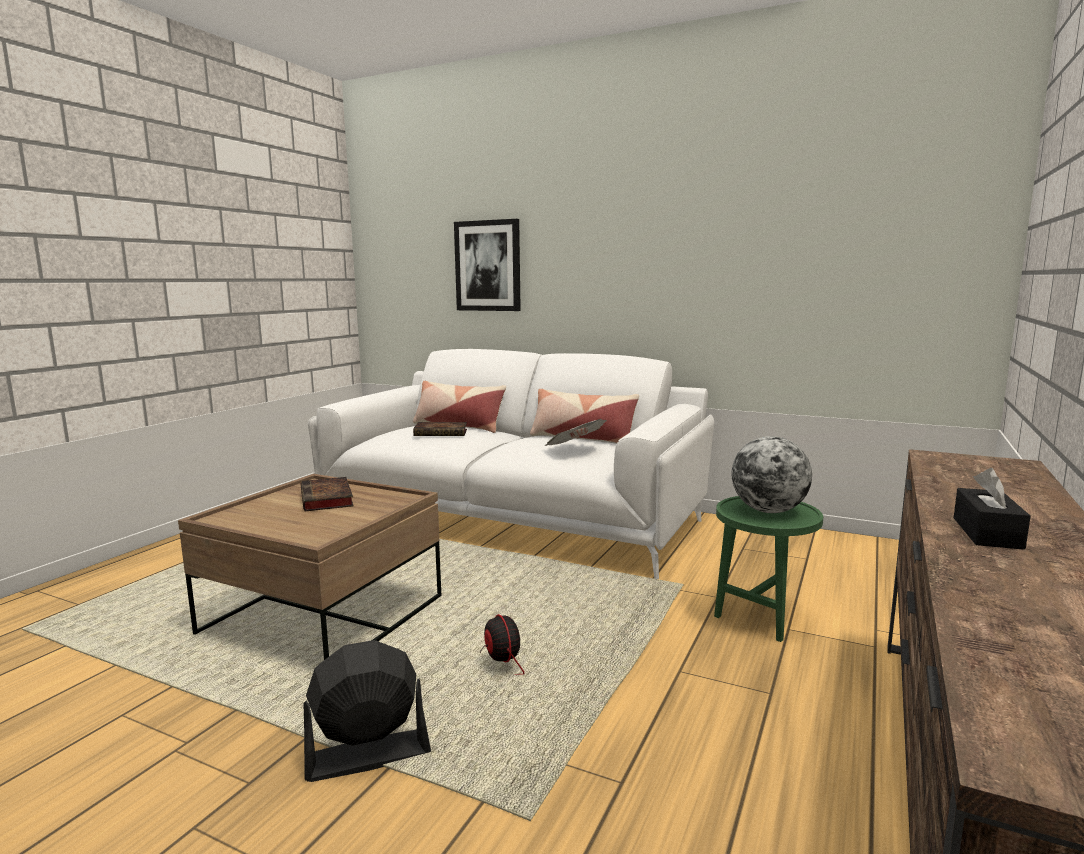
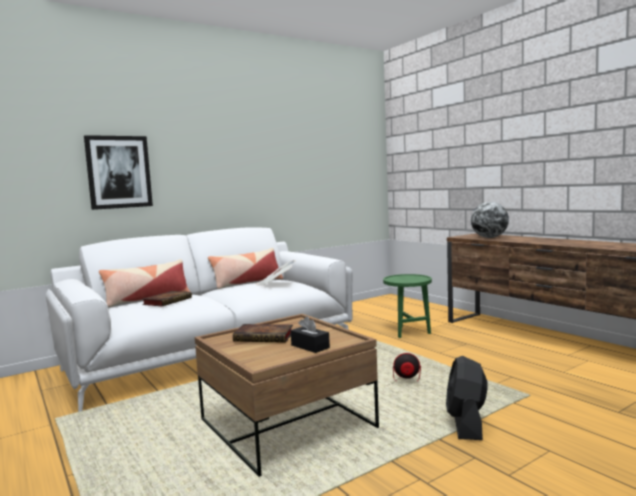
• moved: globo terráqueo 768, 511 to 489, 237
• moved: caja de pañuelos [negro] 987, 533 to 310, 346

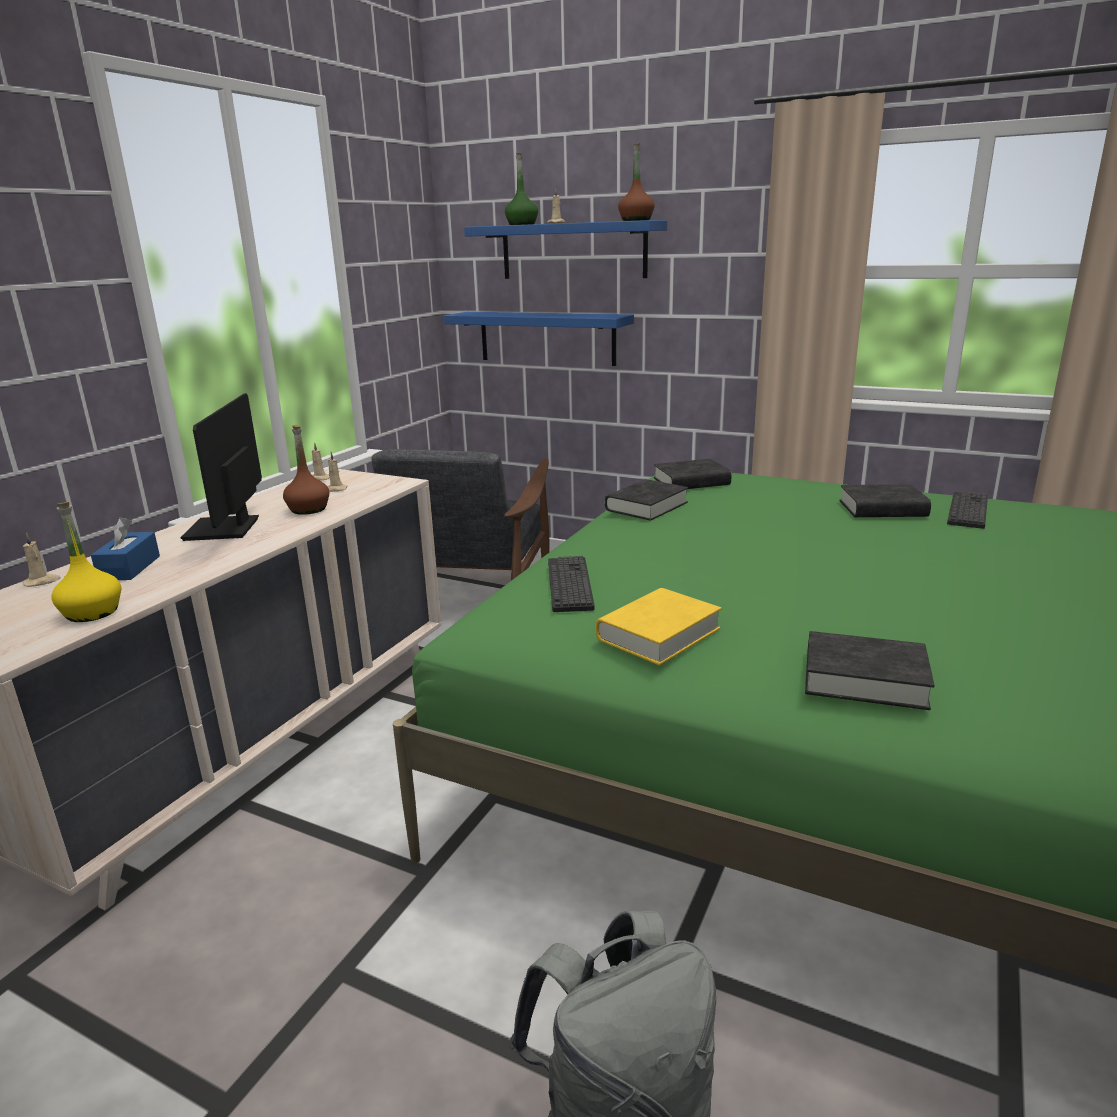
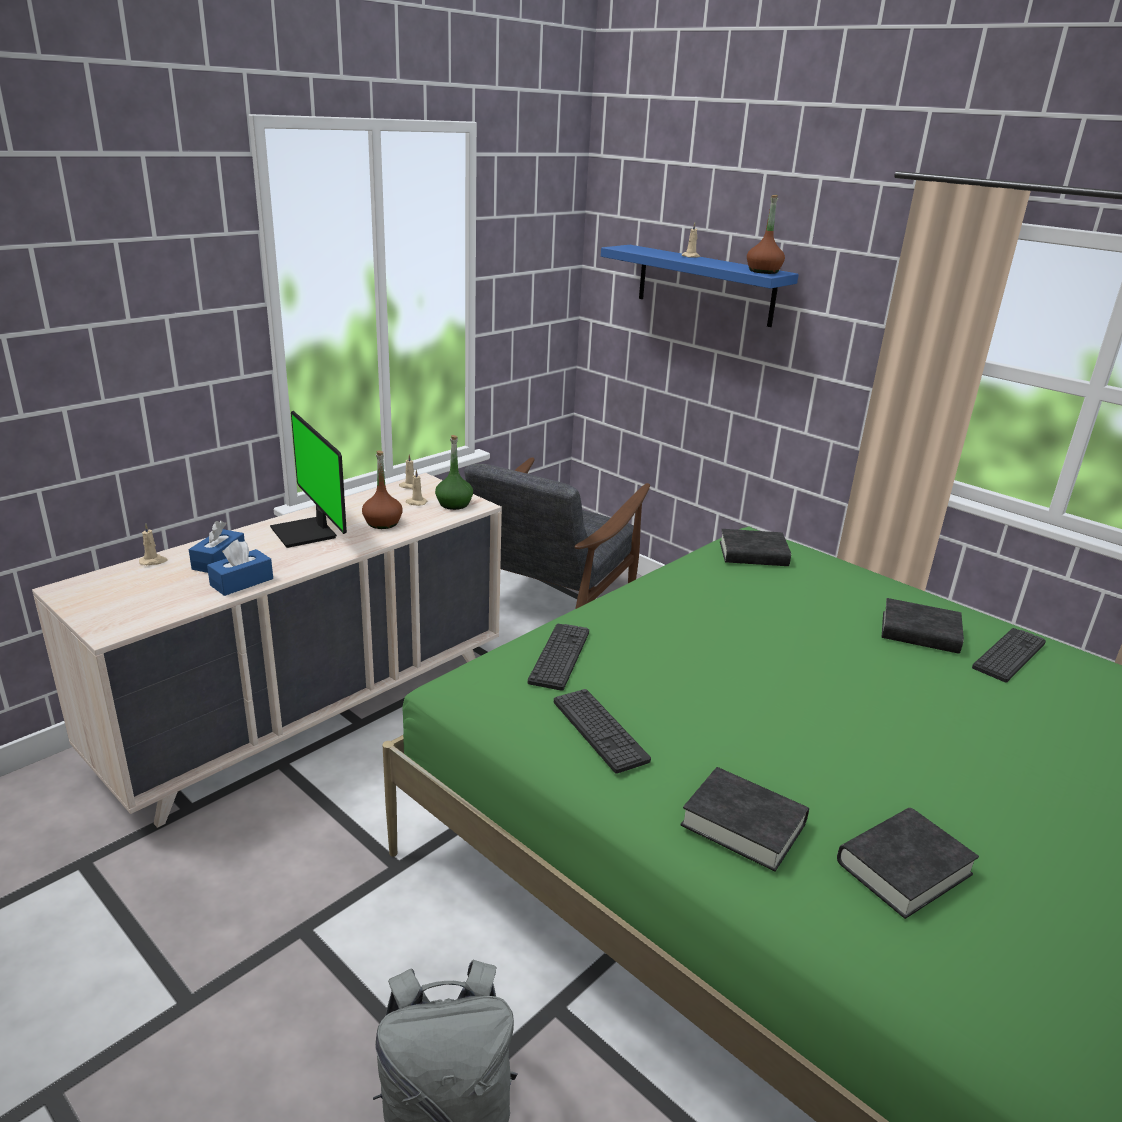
• moved: botella [verde] 522, 224 to 454, 504
• removed: estante [azul] 546, 338
• turned: monitor 225, 529 = 307, 533 45 degrees counterclockwise
• moved: libro [negro] 646, 506 to 903, 868
• removed: botella [amarillo] 92, 612
• replaced: libro [amarillo] 658, 634 to teclado 599, 730
• added: caja de pañuelos [azul] 242, 582

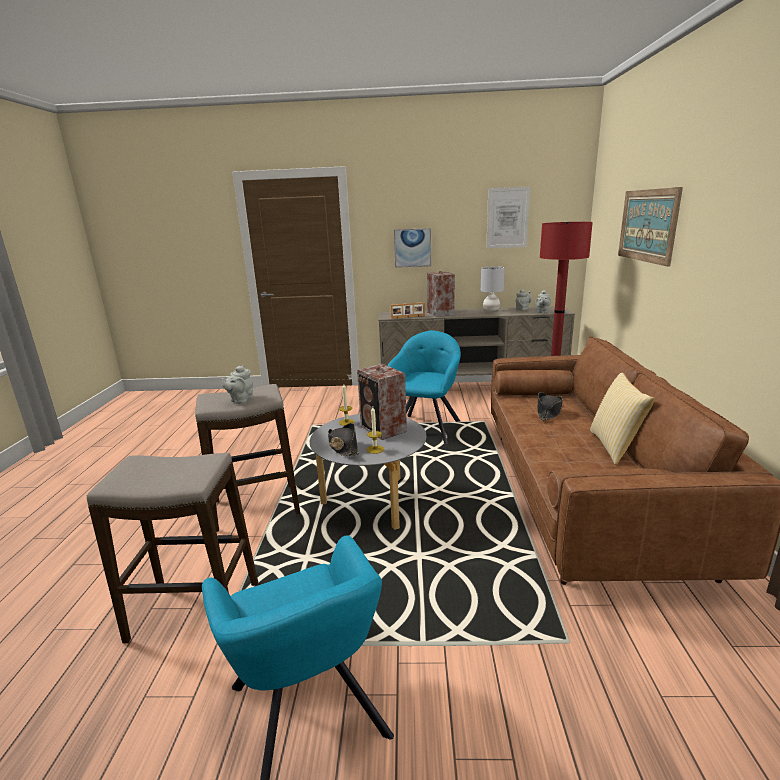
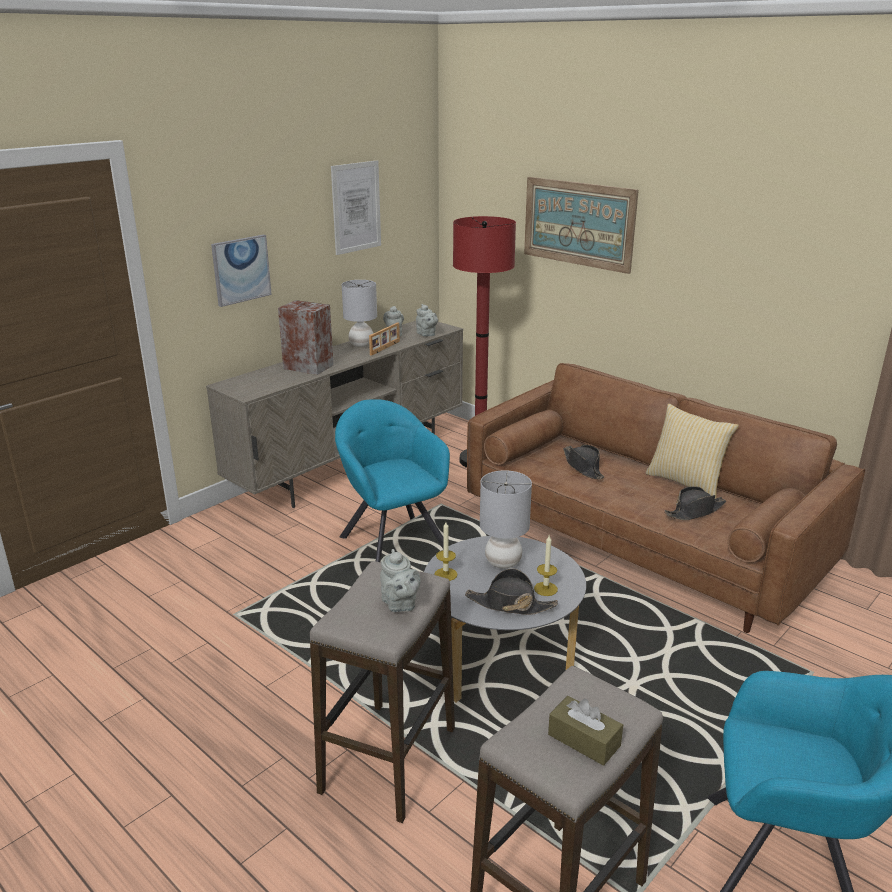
• moved: portarretratos 408, 317 to 385, 348
• replaced: altavoz 383, 429 to lámpara de mesa [gris] 503, 562
• added: sombrero [negro] 695, 511
• added: caja de pañuelos [marrón] 584, 740

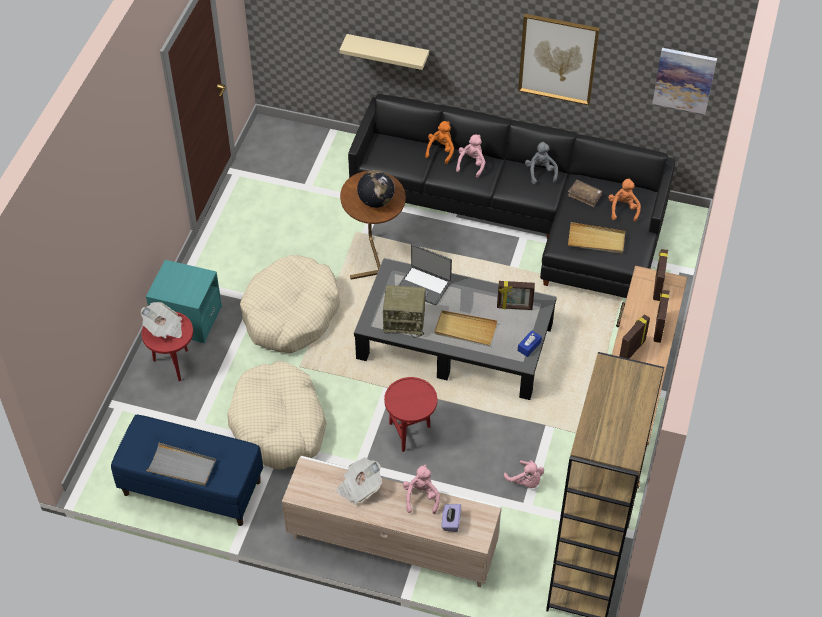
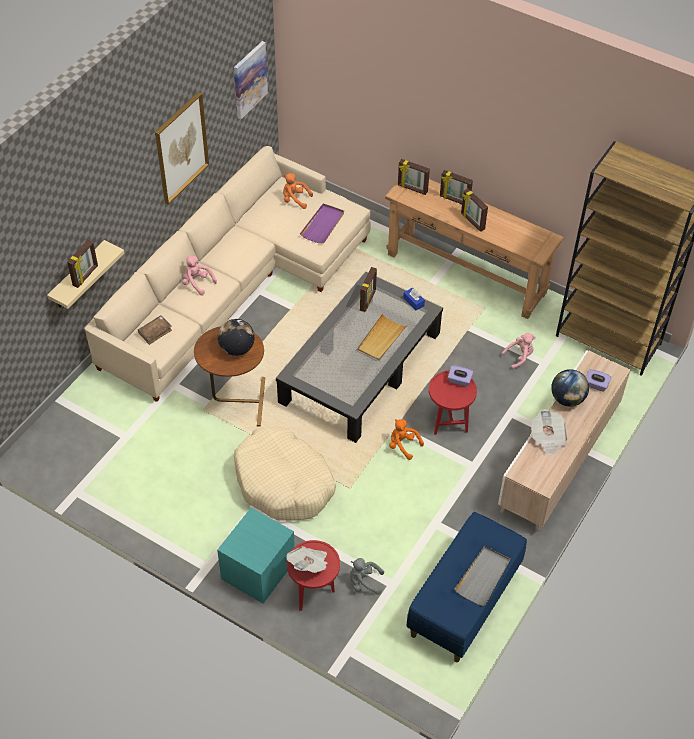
• recoloured: sofá [negro] 523, 214 to sofá [beis] 234, 285
• moved: peluche [naranja] 441, 150 to 403, 445
• moved: peluche [gris] 540, 172 to 364, 582
• moved: libro [marrón] 584, 196 to 155, 332
• recoloured: bandeja [beis] 596, 240 to bandeja [morado] 323, 225
• removed: portátil 424, 285
• removed: radio 405, 321
• removed: cama para perro [beis] 278, 424
• replaced: peluche [rosa] 421, 497 to globo terráqueo 567, 399
• added: portarretratos 86, 276
• added: caja de pañuelos [morado] 459, 380

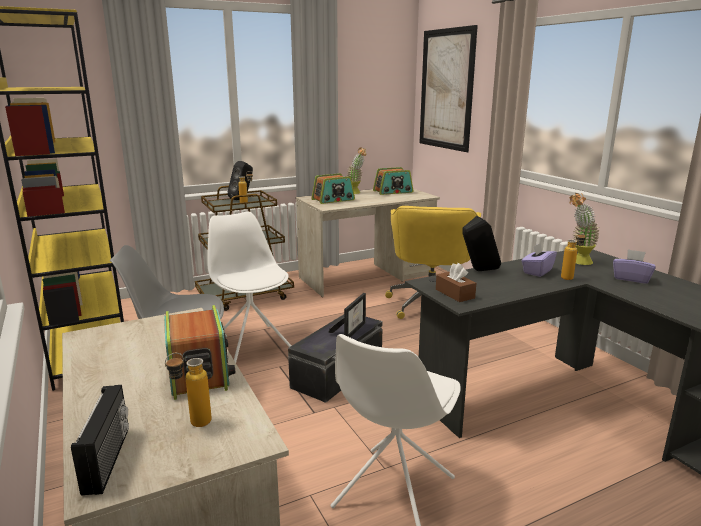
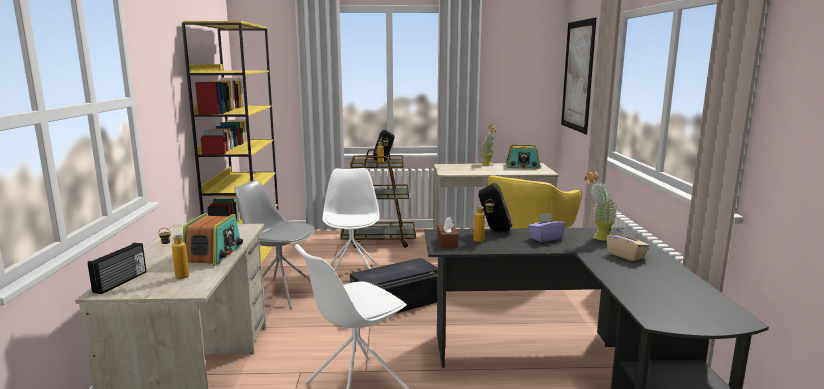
• removed: radio 333, 200
• moved: botella 570, 277 to 483, 240
• recoloured: caja de pañuelos [morado] 631, 278 to caja de pañuelos [beis] 626, 256
• removed: portarretratos 351, 330

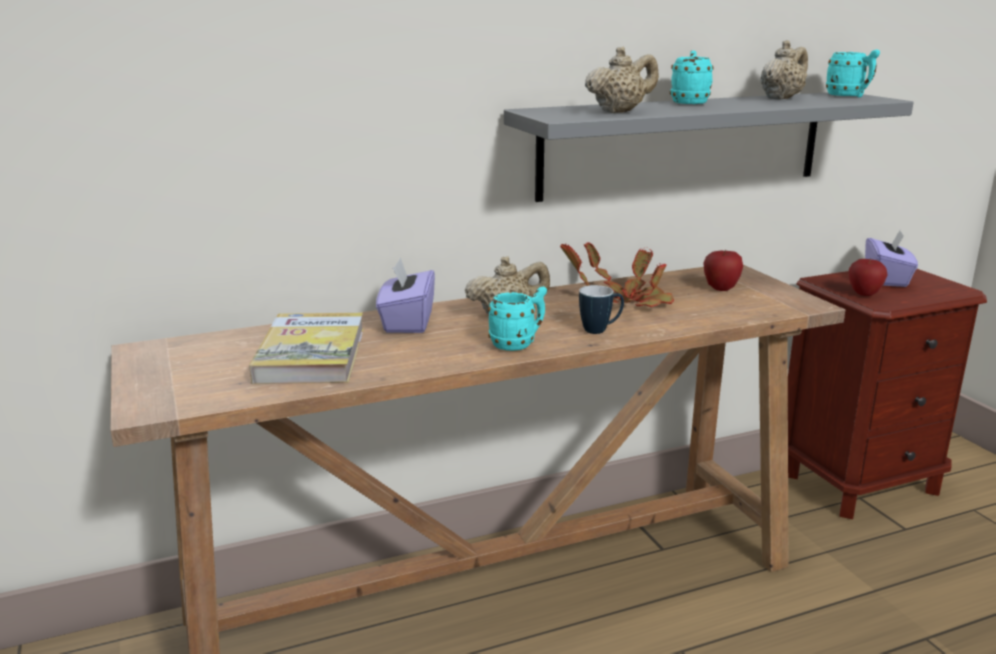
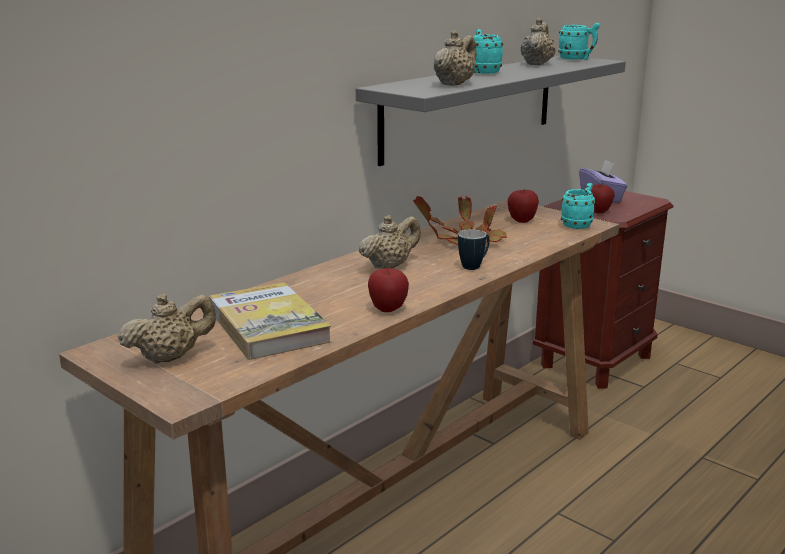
• removed: caja de pañuelos [morado] 407, 322
• moved: taza grande [turquesa] 518, 344 to 578, 225
• added: manzana 388, 309
• added: tetera [beis] 171, 357

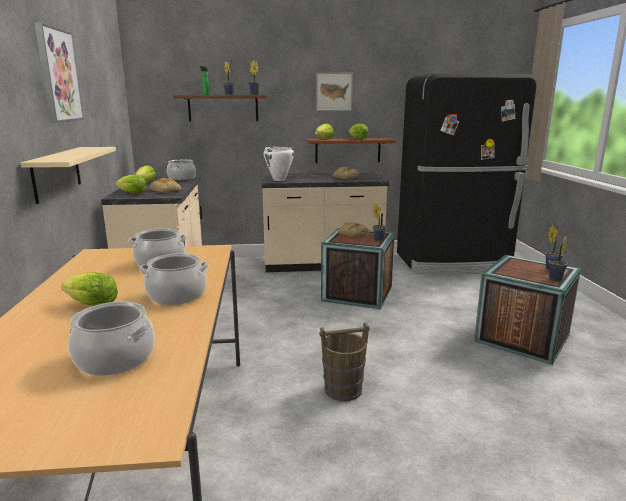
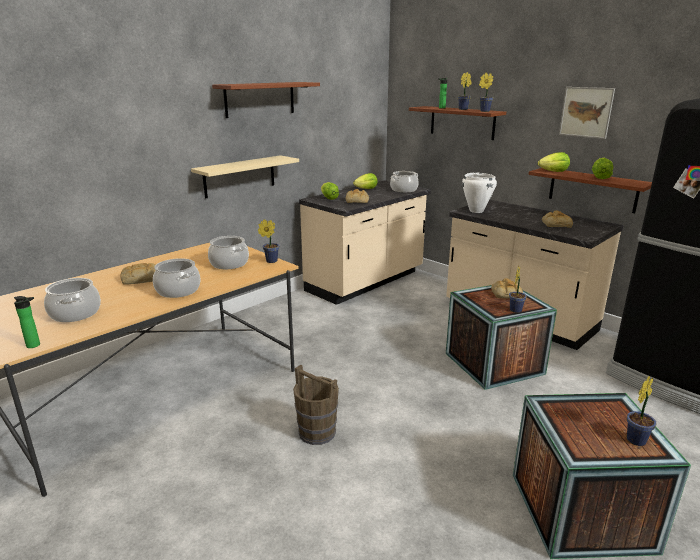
• replaced: cuadro 58, 75 to estante [marrón] 260, 99
• moved: planta en maceta 555, 279 to 270, 261
• replaced: lechuga 93, 305 to pan 140, 278
• added: botella 35, 345

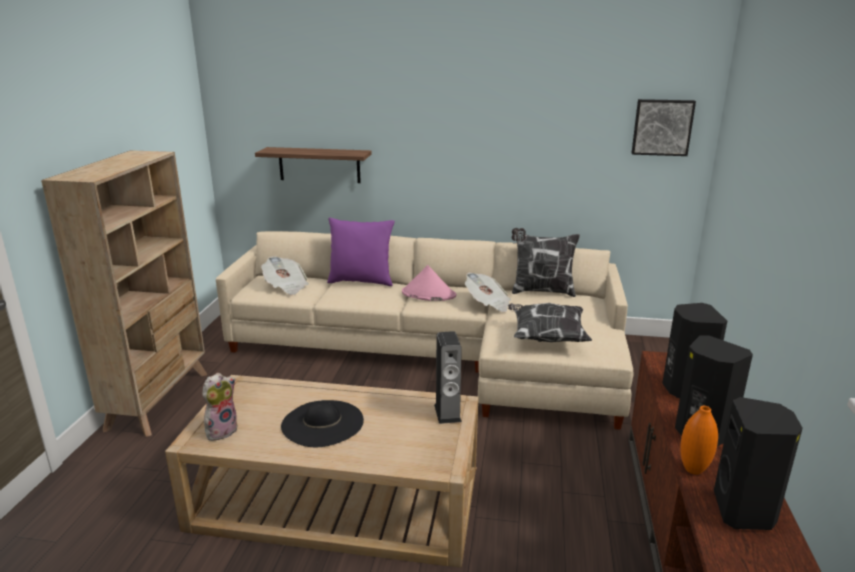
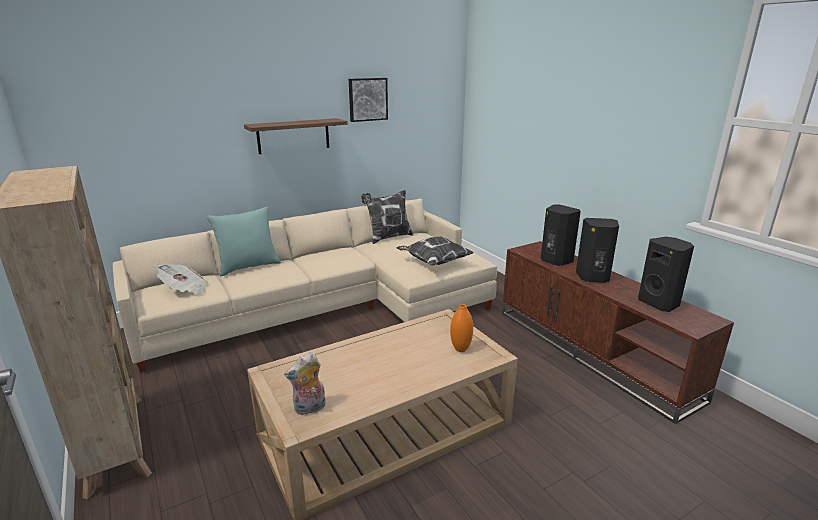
• moved: cuadro 662, 127 to 367, 99
• moved: estante 319, 165 to 293, 136
• recoloured: cojín [morado] 361, 281 to cojín [turquesa] 248, 267
• removed: sombrero [rosa] 428, 294
• removed: periódico 488, 304
• removed: altavoz 447, 413
• turned: peluche 222, 430 = 309, 409 120 degrees counterclockwise
• removed: sombrero [negro] 322, 423
• moved: florero [naranja] 693, 469 to 460, 349

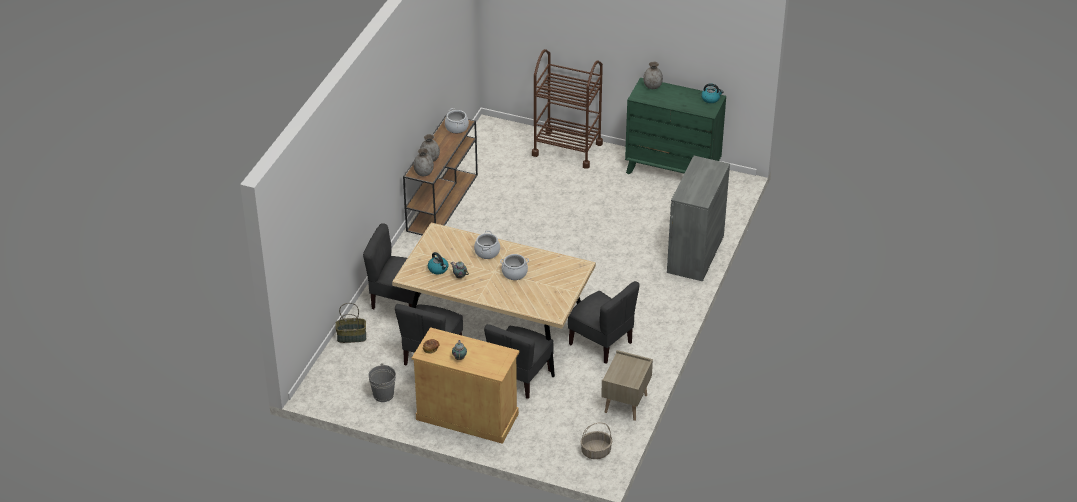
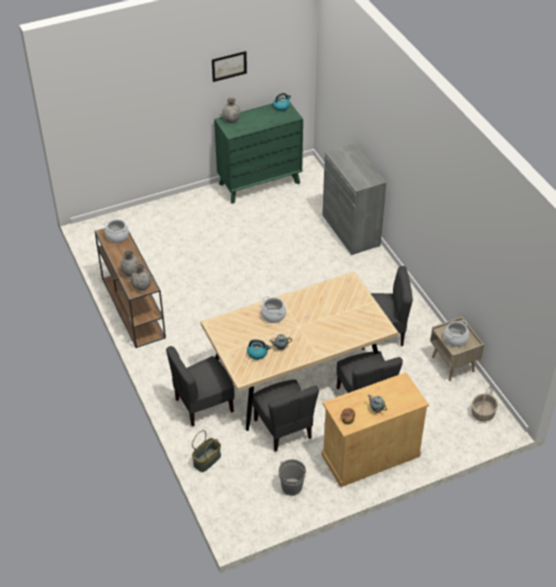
• removed: carrito [marrón] 567, 149
• moved: olla 514, 273 to 455, 339
• added: cuadro 229, 66

